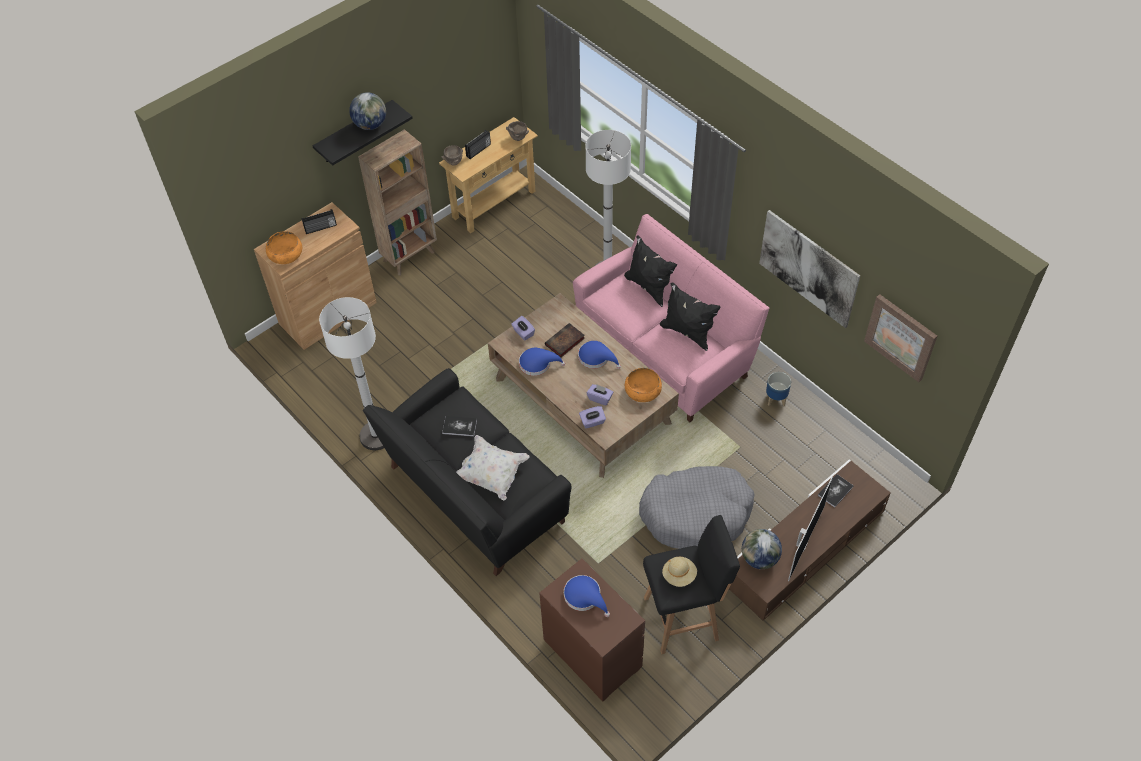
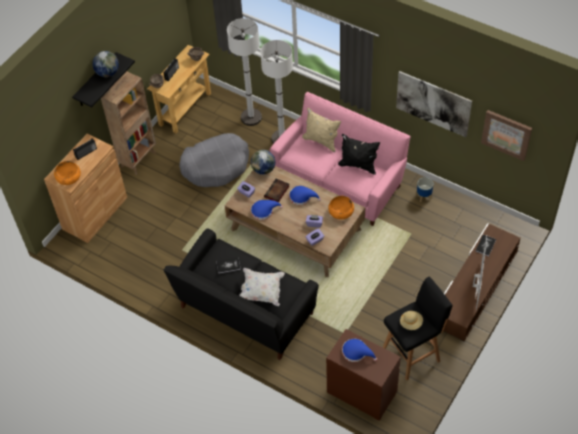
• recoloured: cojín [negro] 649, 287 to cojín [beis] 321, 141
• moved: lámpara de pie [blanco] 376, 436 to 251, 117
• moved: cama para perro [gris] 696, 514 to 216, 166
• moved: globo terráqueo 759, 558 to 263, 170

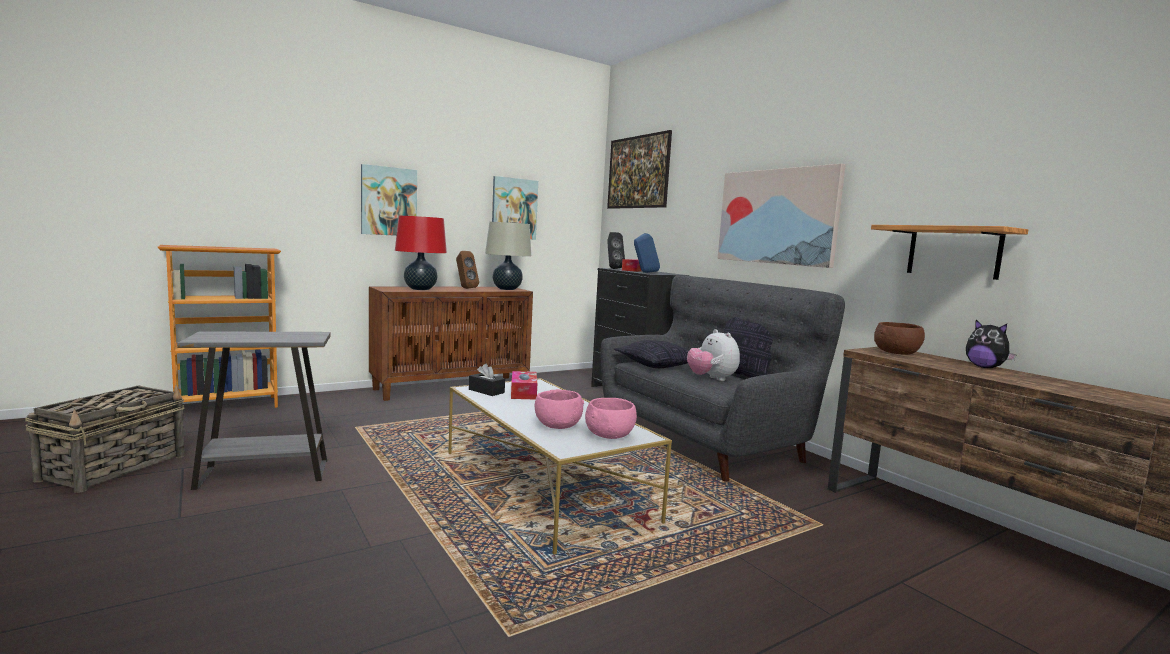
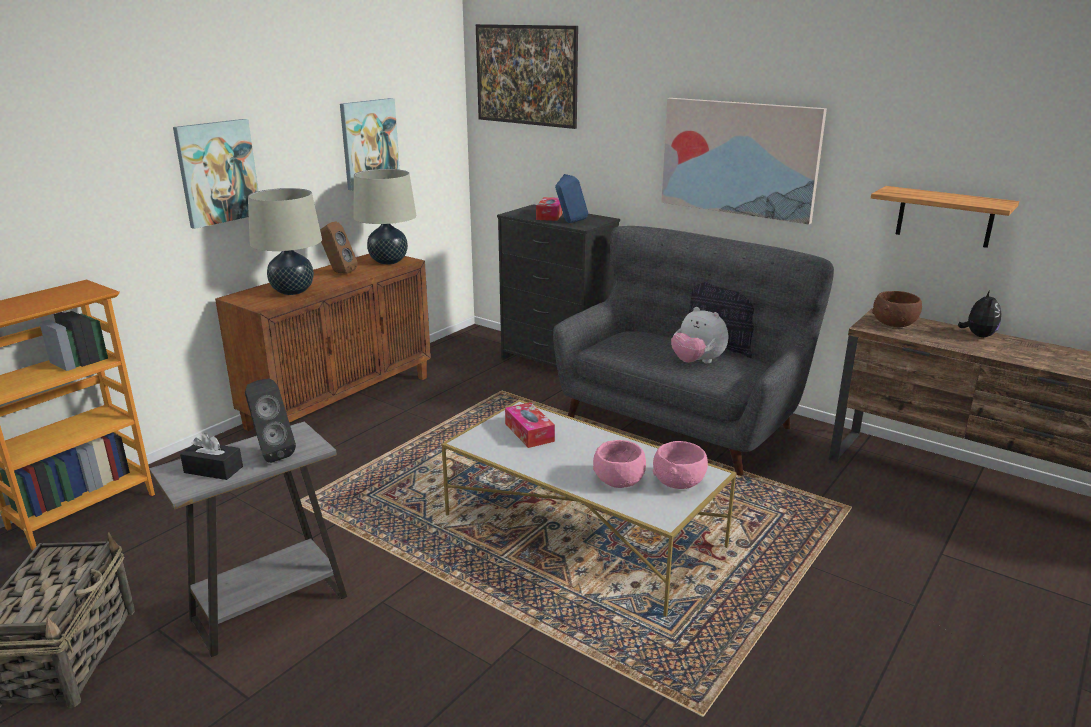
• recoloured: lámpara de mesa [rojo] 420, 289 to lámpara de mesa [beis] 292, 291
• moved: altavoz [negro] 613, 268 to 271, 454
• turned: peluche 985, 367 = 977, 335 105 degrees counterclockwise
• removed: cojín 658, 365
• moved: caja de pañuelos [negro] 486, 391 to 213, 470

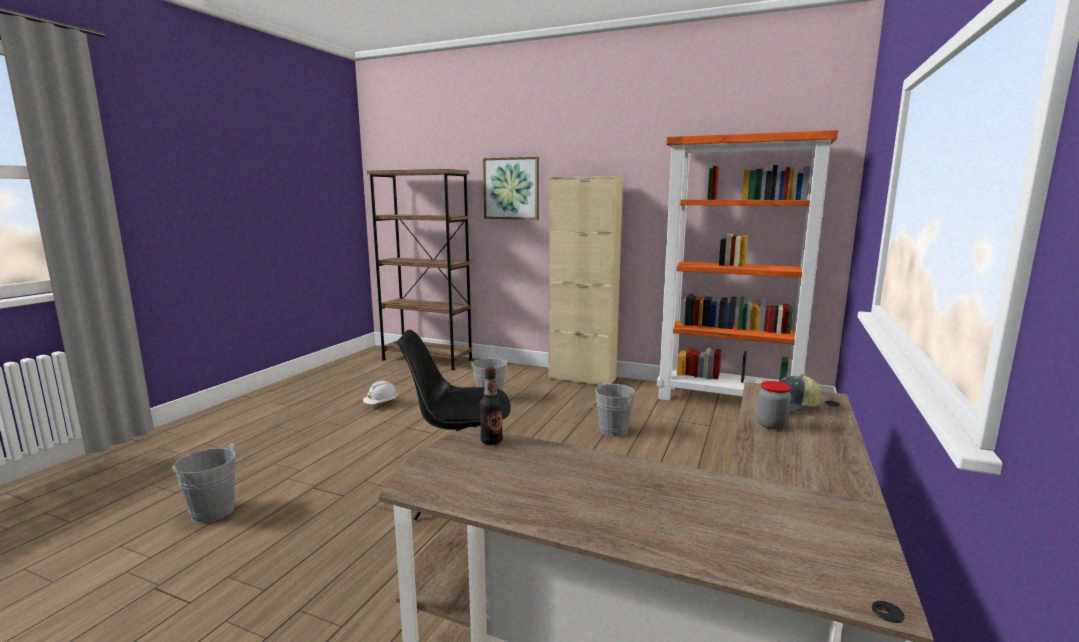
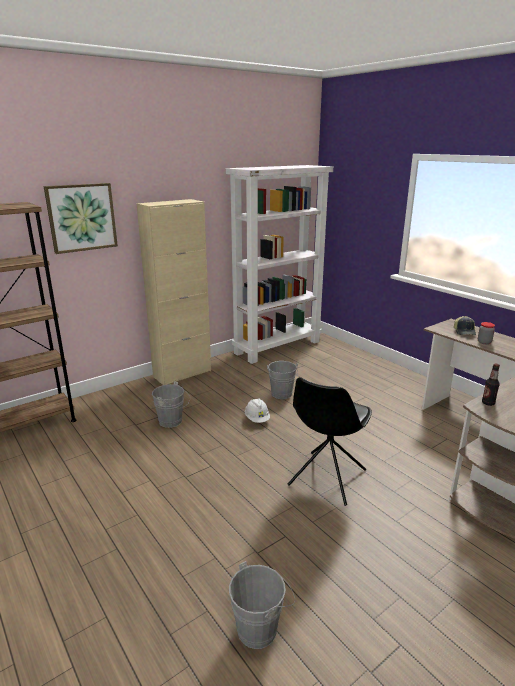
• recoloured: estantería [naranja] 728, 400 to estantería [blanco] 278, 347
• moved: casco [blanco] 381, 404 to 257, 419

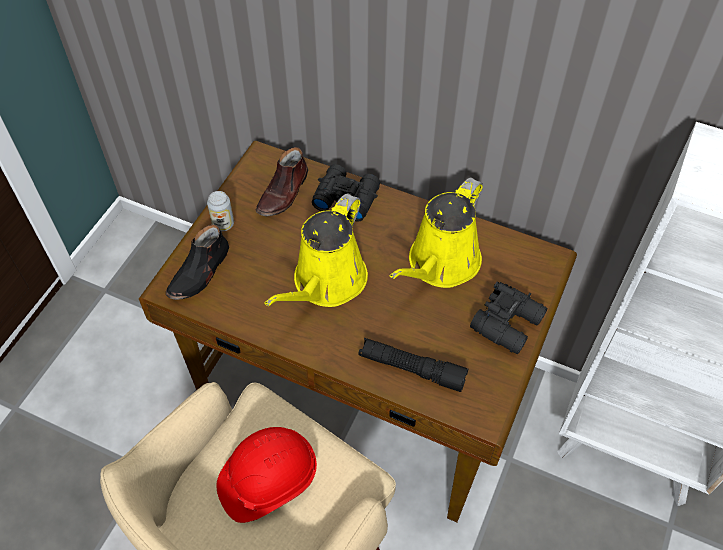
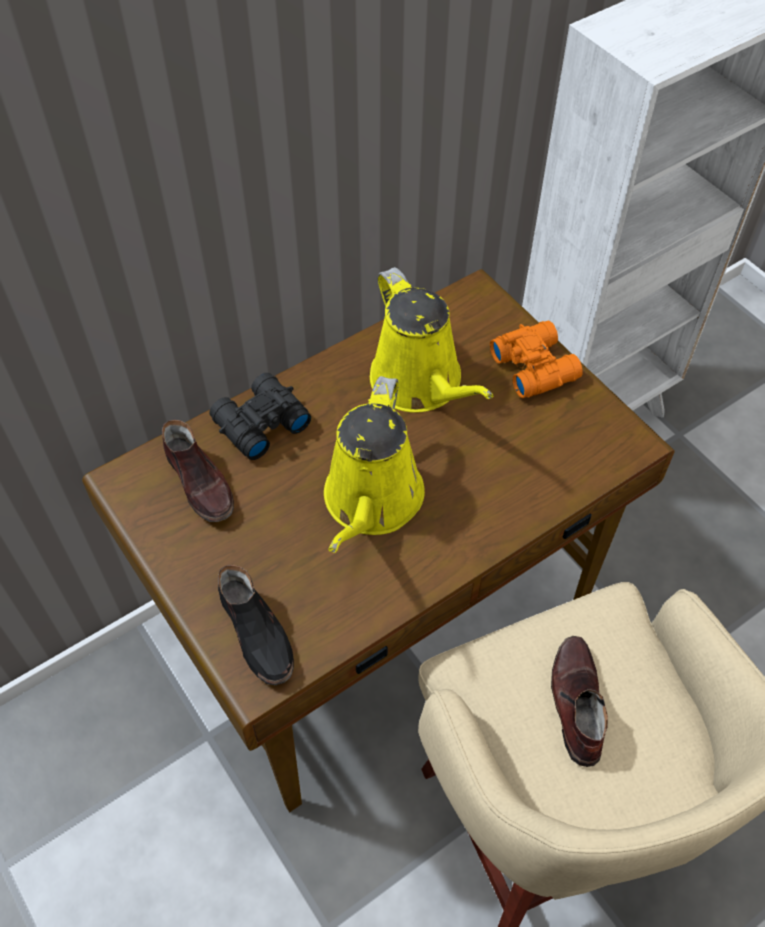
• removed: lata 223, 224
• turned: regadera [amarillo] 326, 283 = 371, 502 45 degrees clockwise
• recoloured: prismáticos [negro] 509, 323 to prismáticos [naranja] 534, 365
• removed: linterna [negro] 412, 369
• replaced: casco [rojo] 267, 479 to zapato [marrón] 576, 703

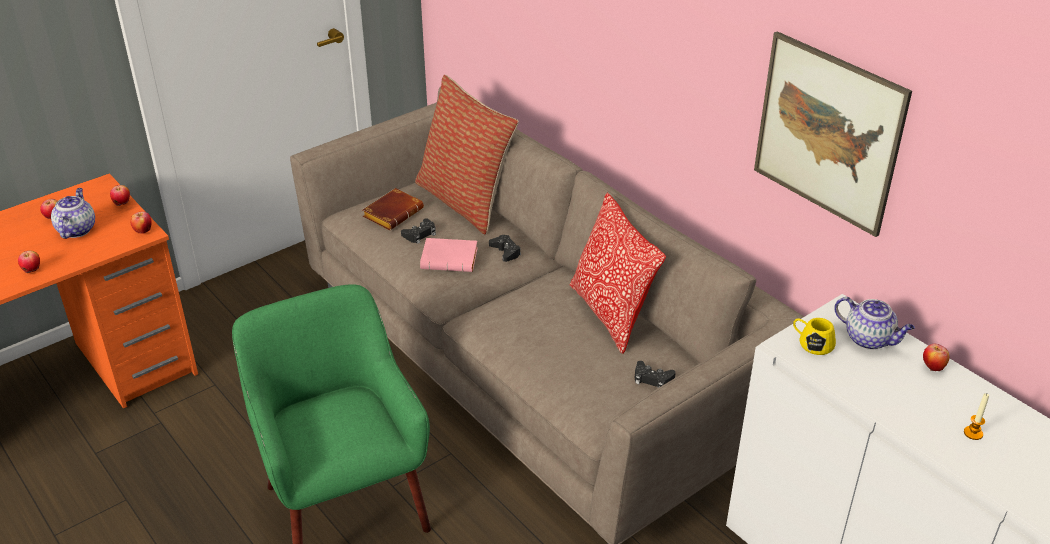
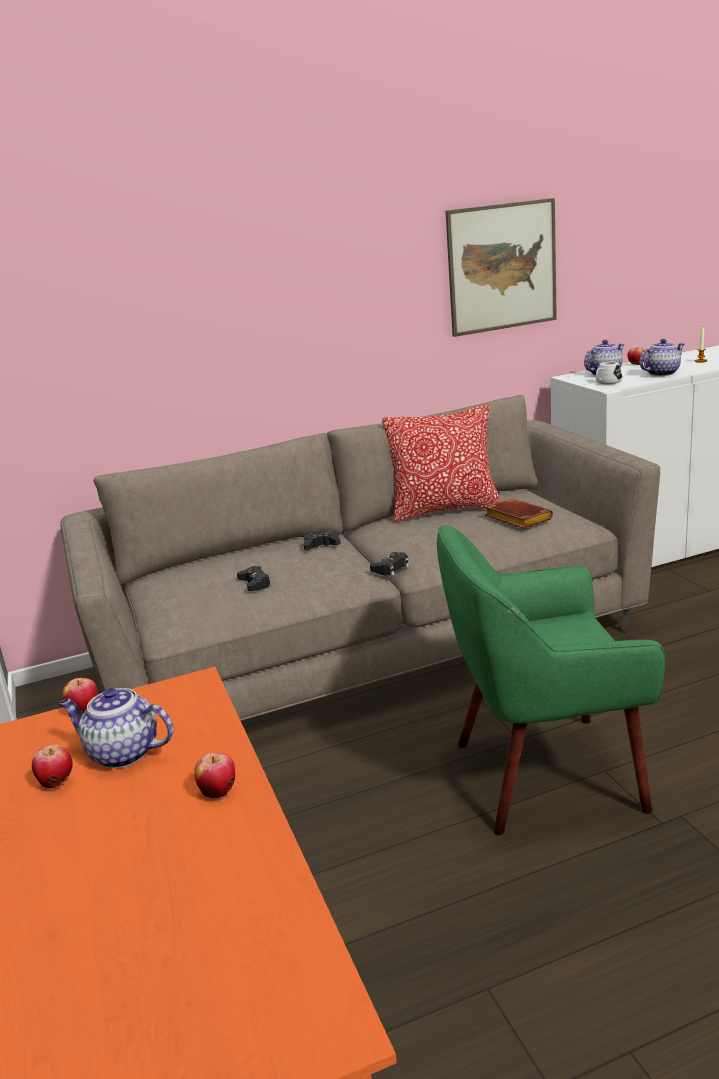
• removed: cojín 465, 201
• moved: libro [marrón] 393, 213 to 515, 519
• removed: manzana 143, 231
• removed: libro [rosa] 451, 259
• recoloured: taza grande [amarillo] 812, 343 to taza grande [blanco] 606, 383
• moved: mando de consola [negro] 652, 379 to 391, 568
• added: tetera 661, 373

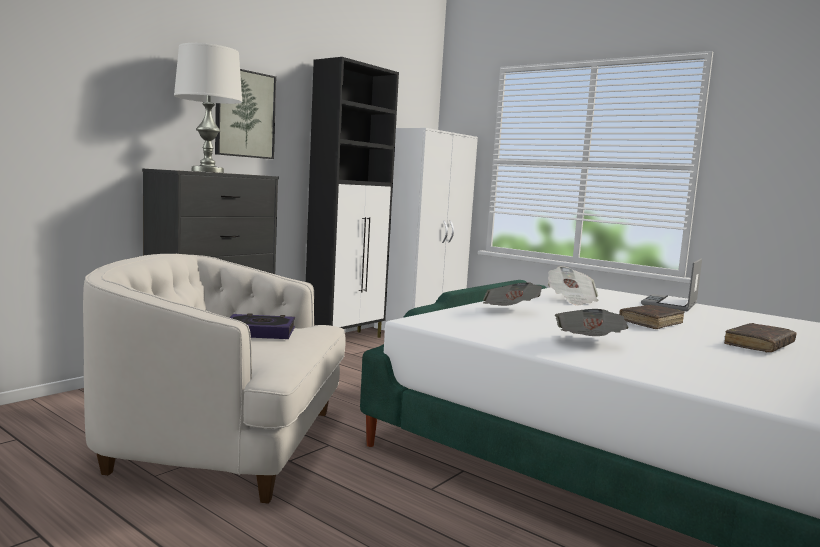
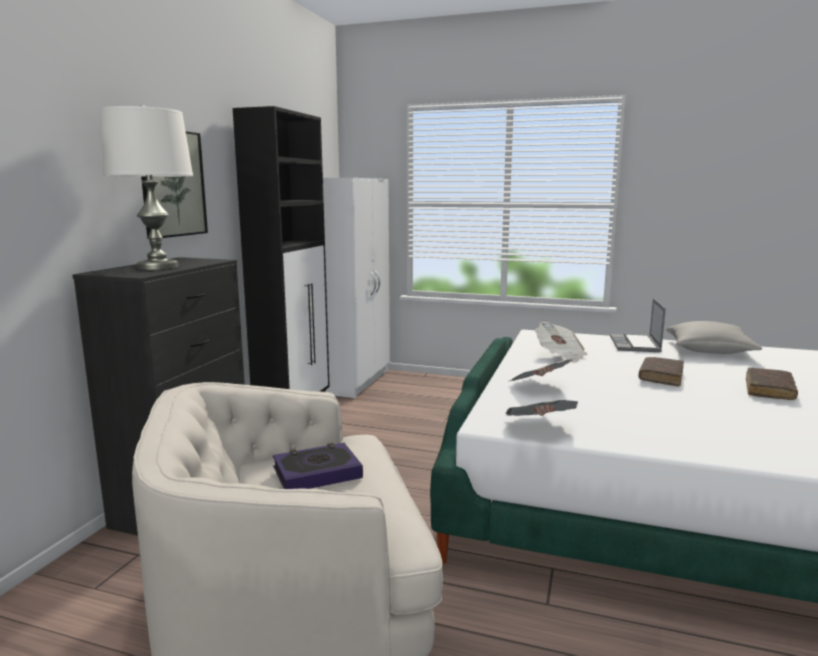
• moved: periódico 588, 343 to 539, 427
• added: cojín [gris] 709, 350

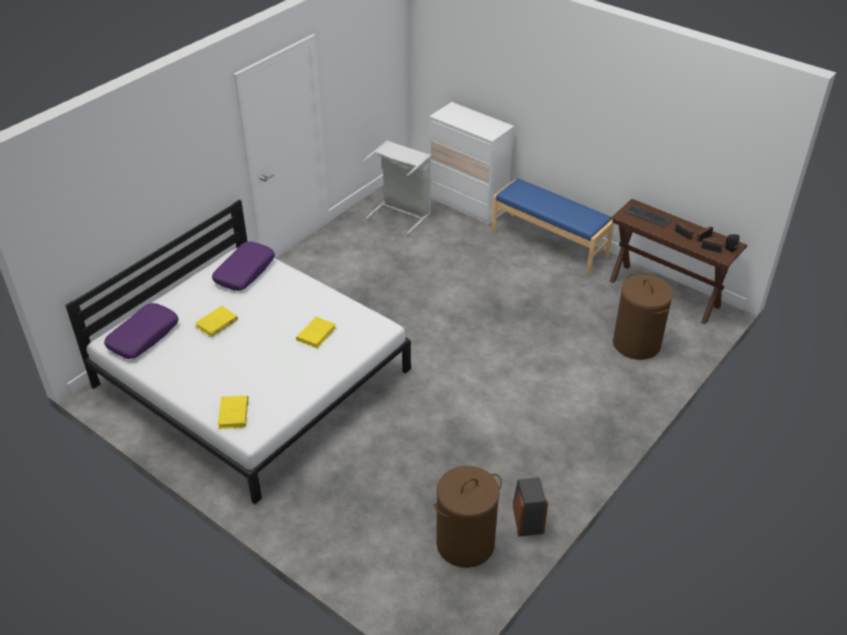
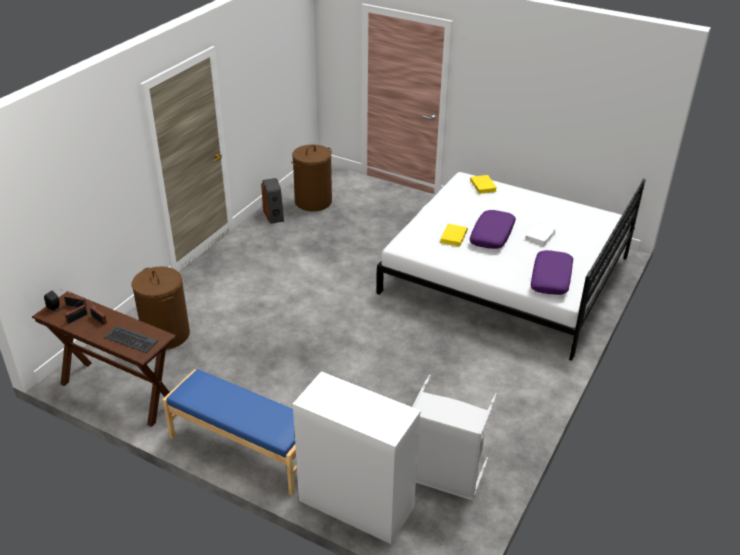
• moved: cojín [morado] 143, 336 to 492, 235
• recoloured: libro [amarillo] 216, 323 to libro [blanco] 540, 235

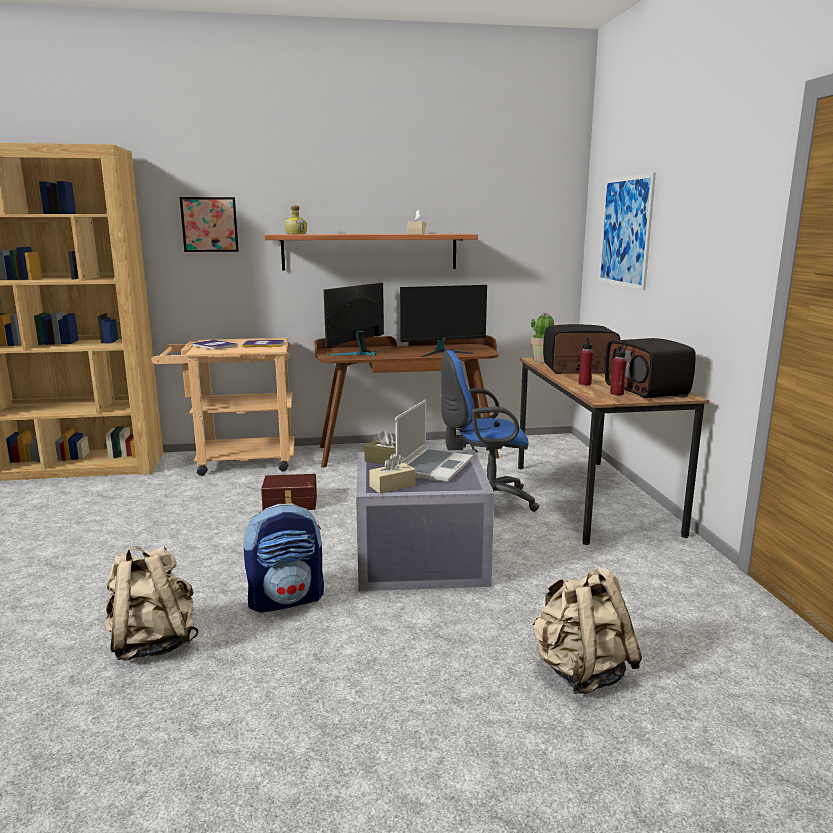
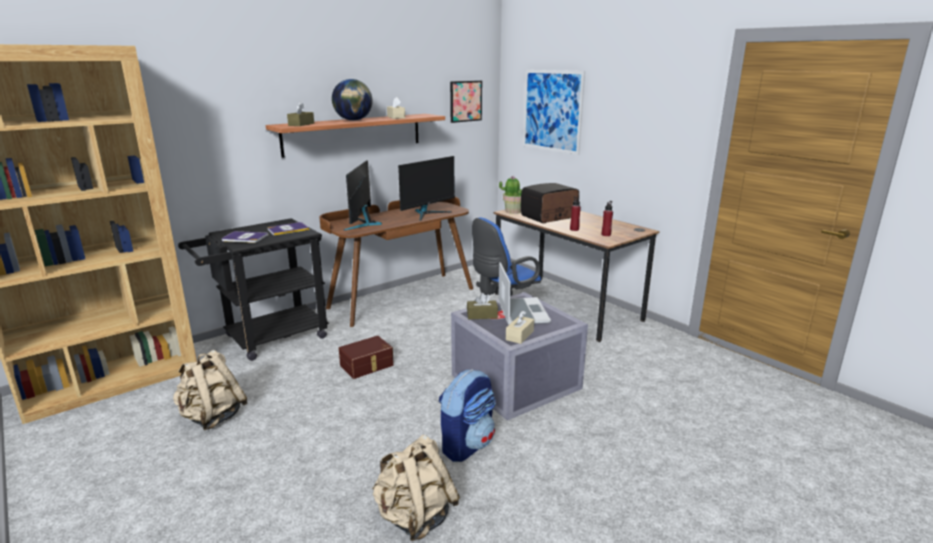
• moved: cuadro 209, 224 to 465, 101
• replaced: botella 296, 234 to caja de pañuelos [marrón] 301, 124
• recoloured: carrito [beis] 236, 461 to carrito [negro] 267, 339
• removed: radio 647, 389
• moved: mochila [beis] 581, 672 to 213, 417
• added: globo terráqueo 353, 120

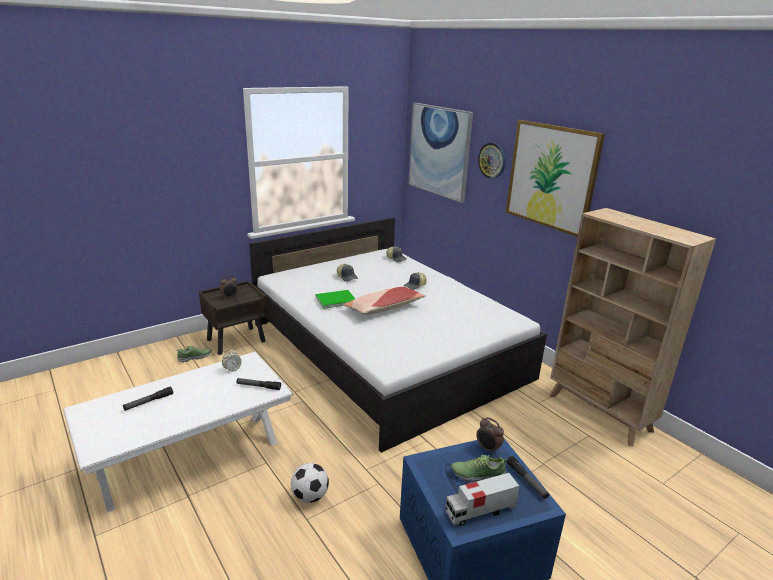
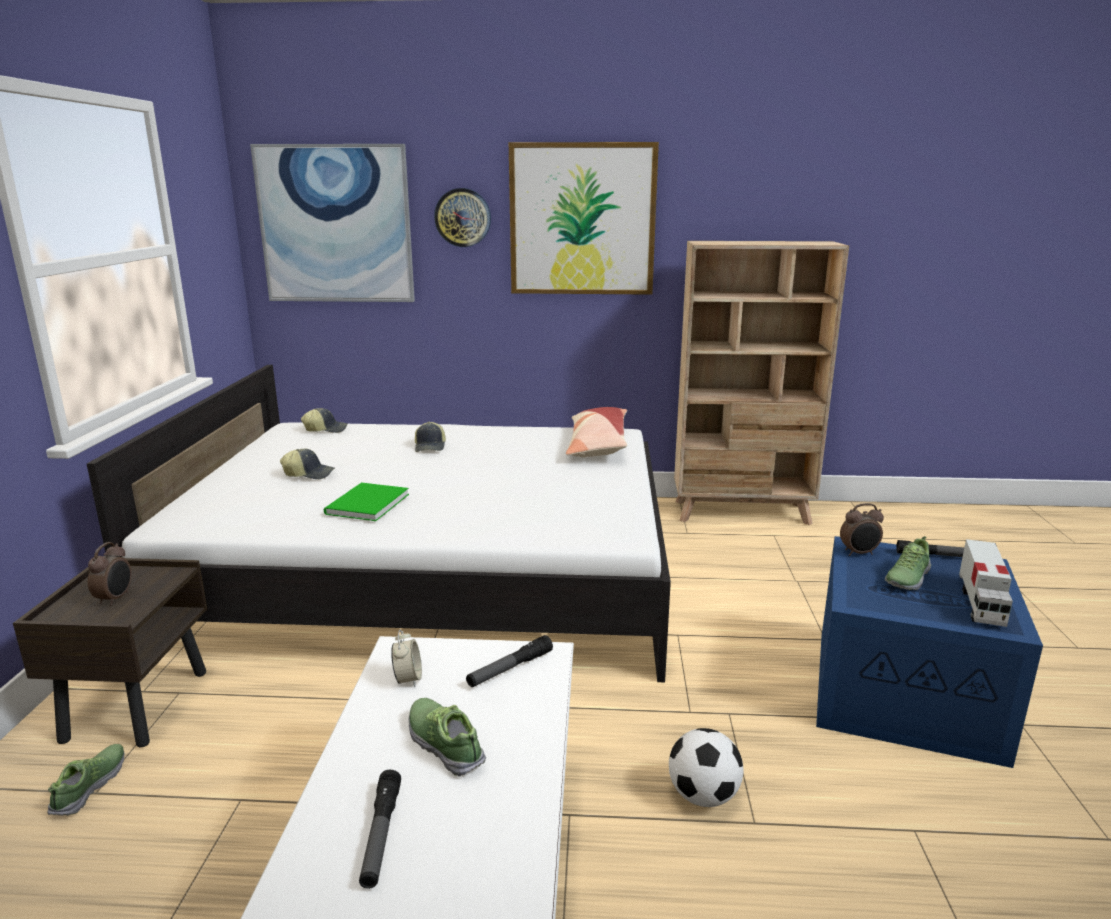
• moved: cojín 384, 308 to 597, 445
• added: zapato 445, 744

